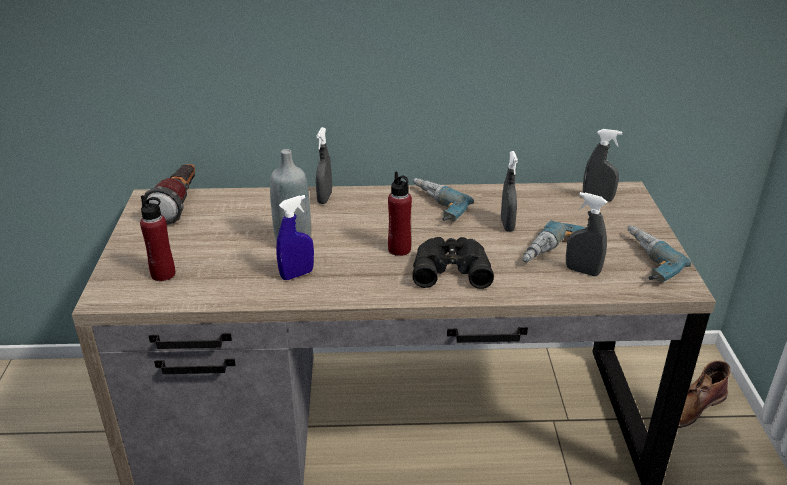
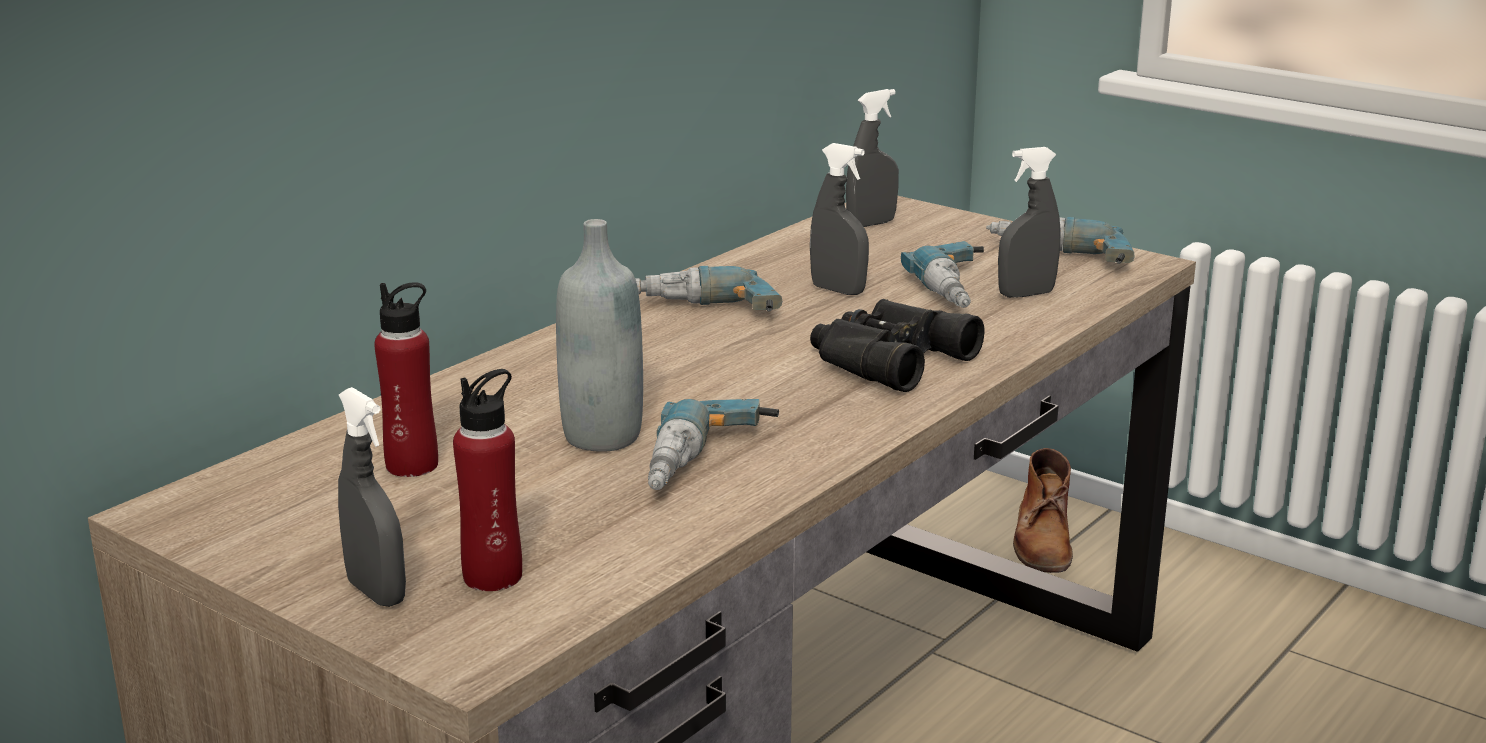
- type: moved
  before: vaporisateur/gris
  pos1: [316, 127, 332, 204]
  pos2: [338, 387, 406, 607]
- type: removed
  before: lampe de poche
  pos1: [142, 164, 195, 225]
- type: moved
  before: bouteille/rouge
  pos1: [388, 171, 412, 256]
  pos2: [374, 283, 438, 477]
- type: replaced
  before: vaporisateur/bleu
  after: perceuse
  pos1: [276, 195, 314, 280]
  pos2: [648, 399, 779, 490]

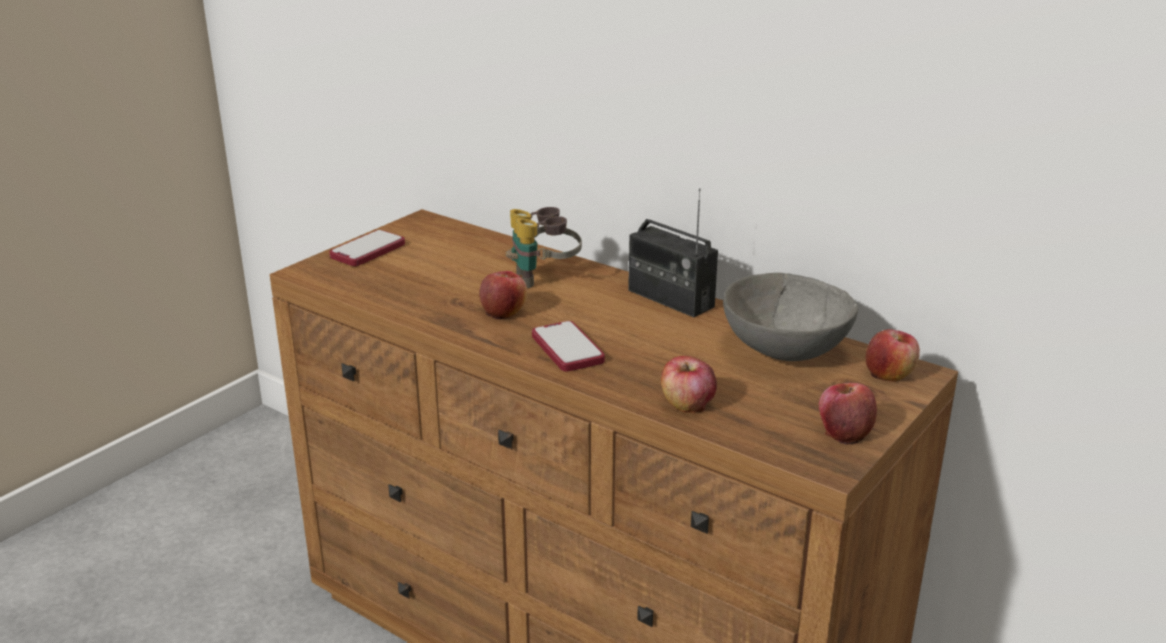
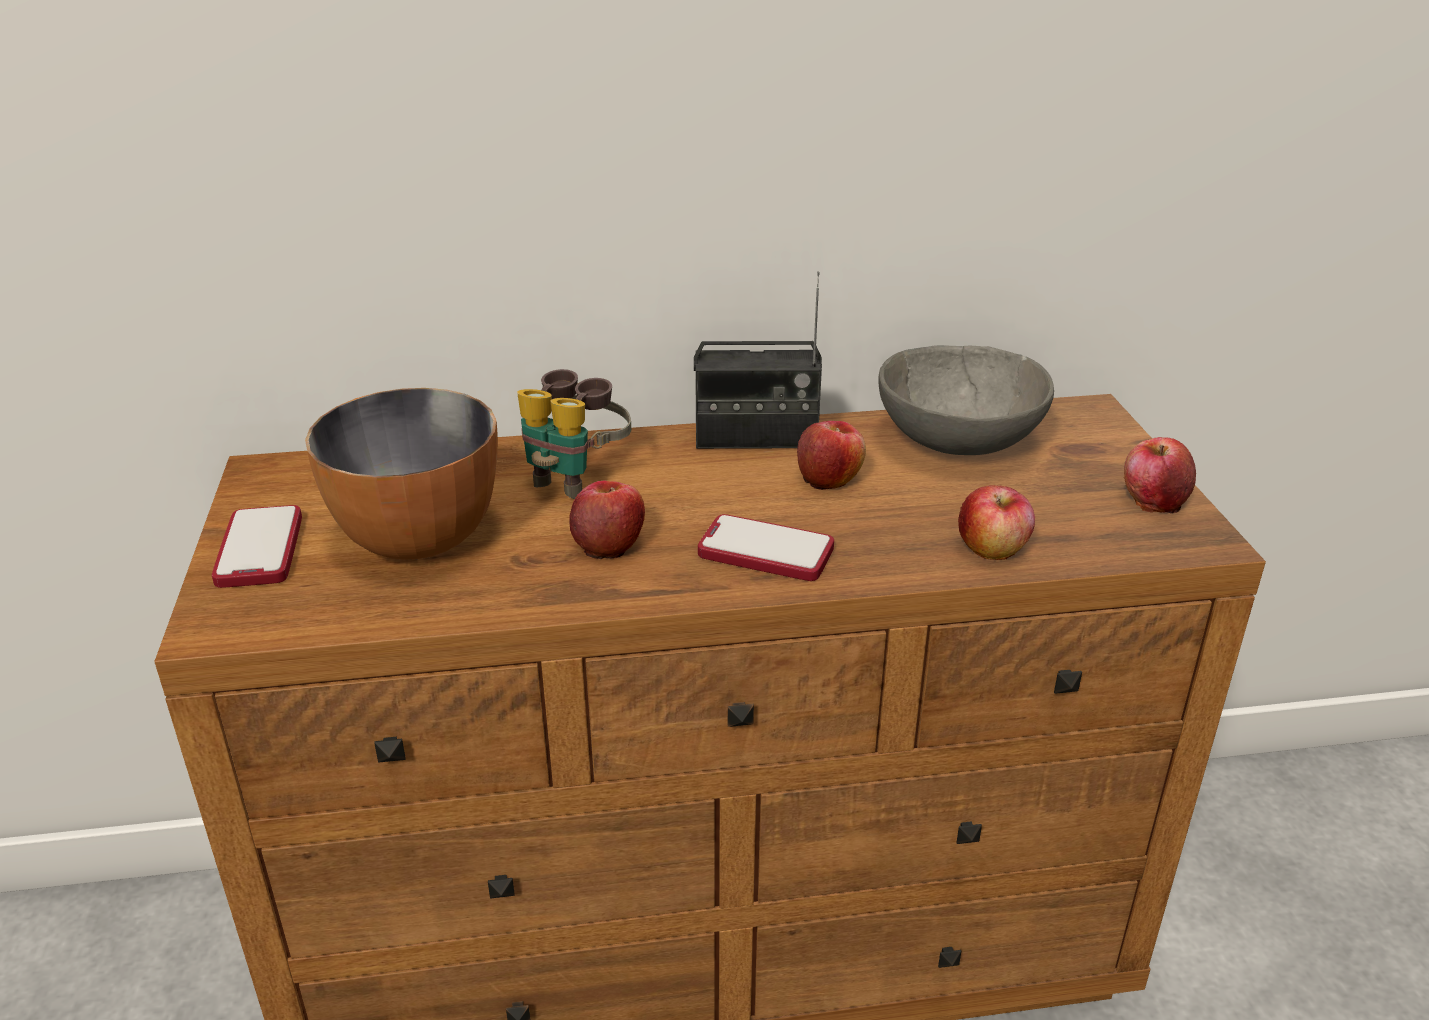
- type: moved
  before: pomme
  pos1: [866, 329, 920, 382]
  pos2: [797, 421, 866, 490]
- type: added
  after: bol
  pos2: [305, 388, 498, 560]

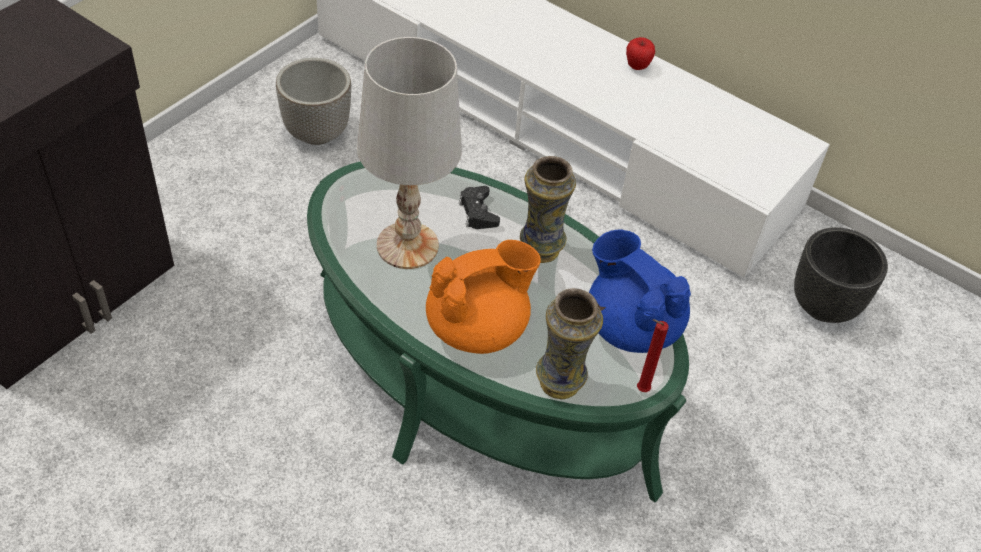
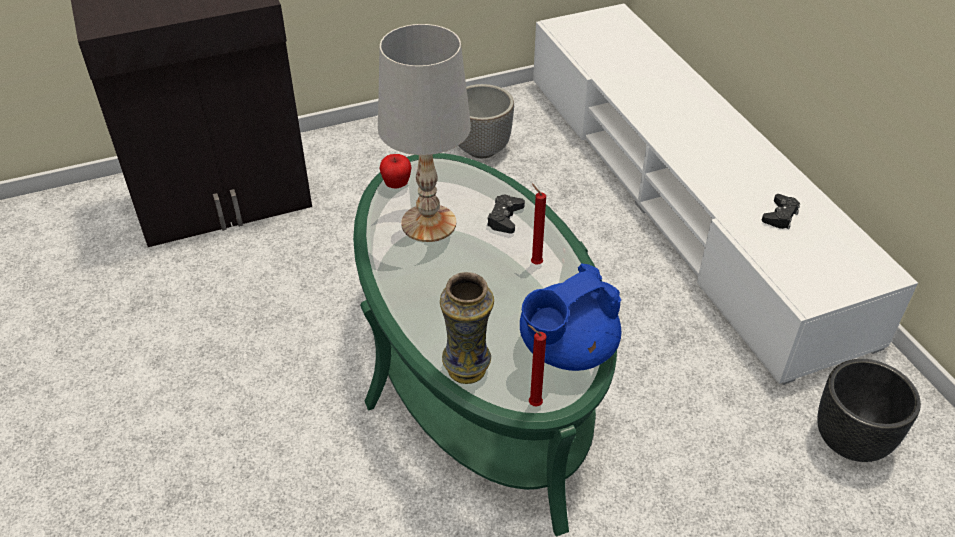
- type: moved
  before: pomme
  pos1: [626, 37, 655, 70]
  pos2: [380, 154, 412, 188]
- type: replaced
  before: vase
  after: bougie/rouge
  pos1: [520, 156, 576, 263]
  pos2: [531, 184, 546, 265]
- type: turned
  before: théière/bleu
  pos1: [589, 229, 691, 353]
  pos2: [520, 264, 621, 371]
  turn: -120
- type: removed
  before: théière/orange
  pos1: [426, 240, 541, 354]
- type: added
  after: manette/noir
  pos2: [762, 194, 800, 229]

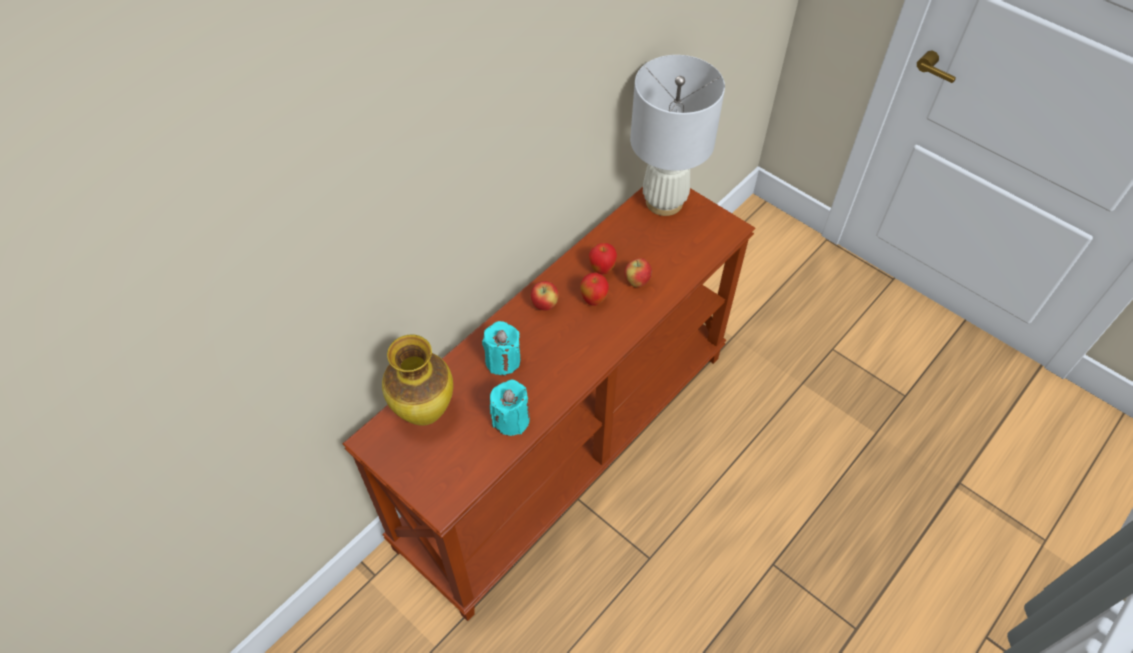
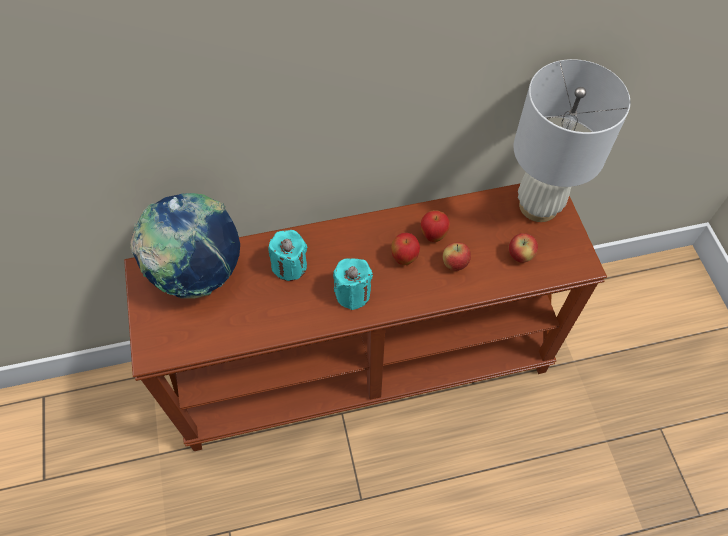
- type: moved
  before: pomme
  pos1: [530, 281, 559, 311]
  pos2: [509, 233, 538, 263]
- type: replaced
  before: vase
  after: globe
  pos1: [382, 334, 453, 426]
  pos2: [130, 193, 240, 299]
- type: moved
  before: bougie/turquoise
  pos1: [490, 380, 530, 436]
  pos2: [333, 258, 373, 310]

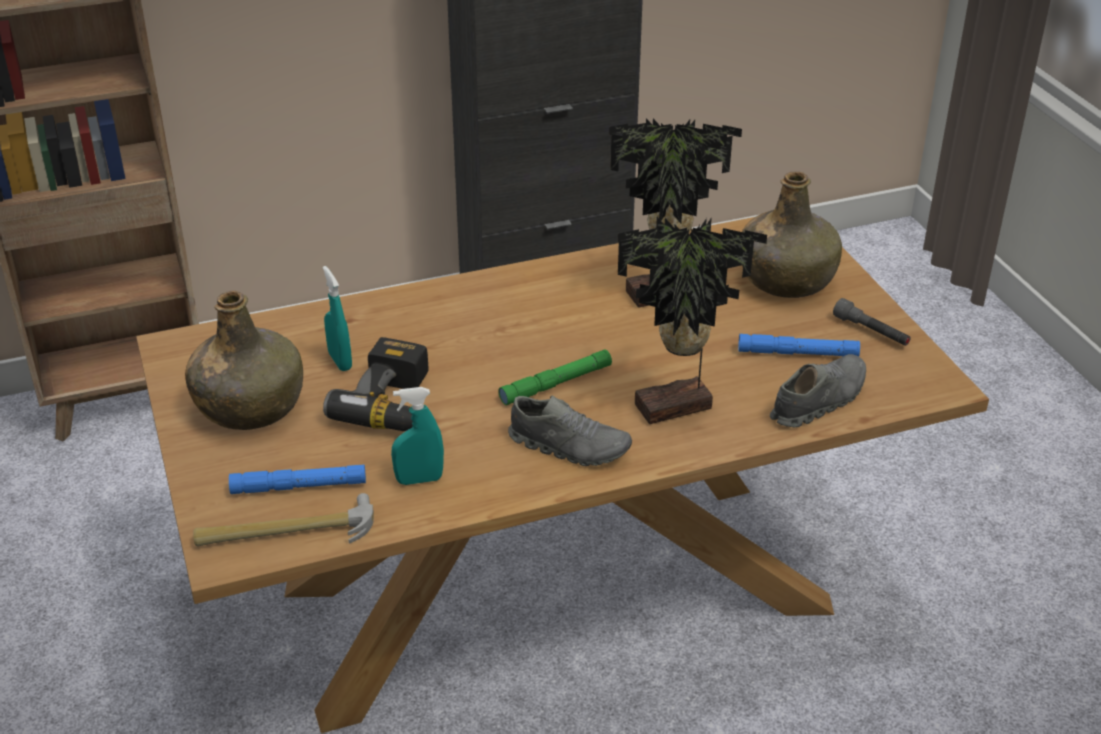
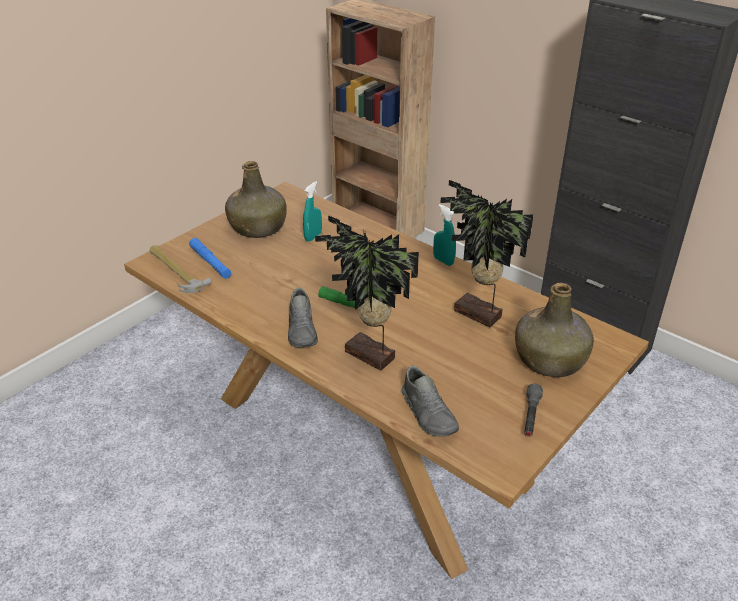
- type: removed
  before: lampe de poche/bleu
  pos1: [738, 334, 860, 356]
- type: removed
  before: perceuse
  pos1: [323, 337, 428, 431]
- type: turned
  before: chaussure/gris
  pos1: [770, 354, 866, 427]
  pos2: [402, 366, 459, 437]
  turn: 45
- type: moved
  before: vaporisateur/turquoise
  pos1: [391, 387, 444, 485]
  pos2: [433, 204, 456, 266]

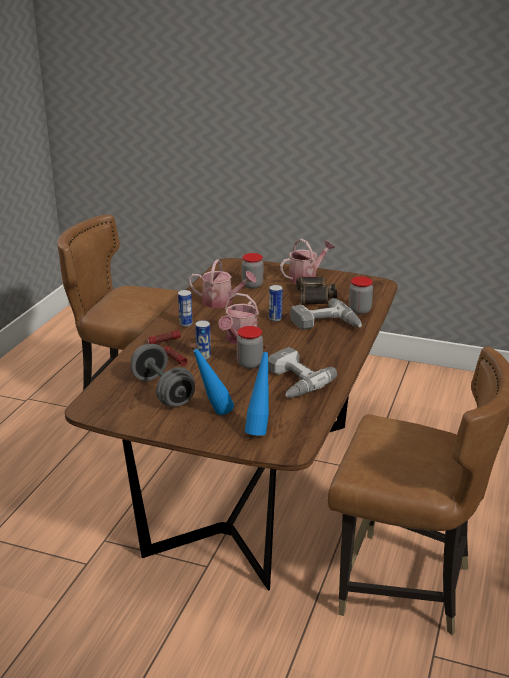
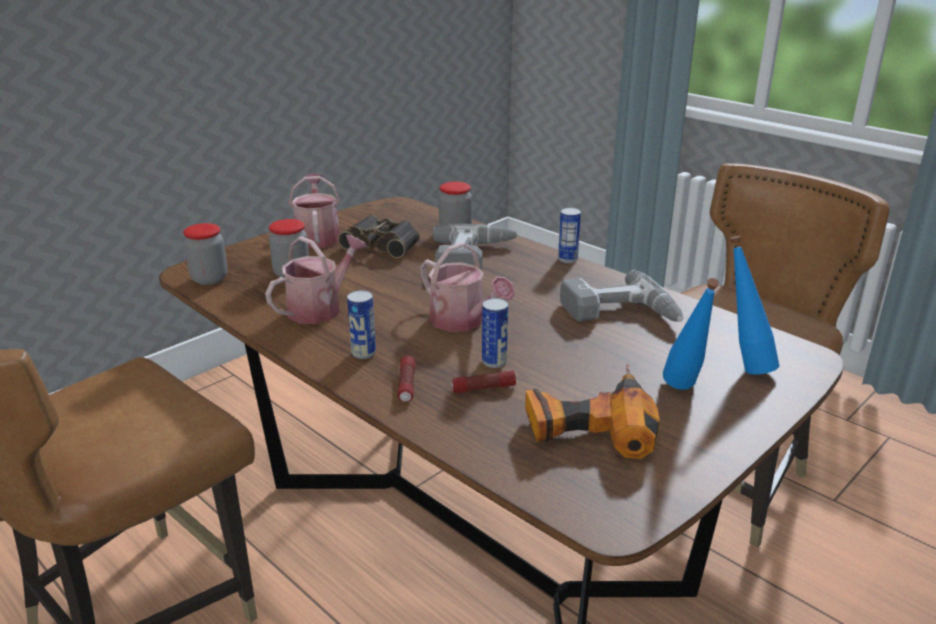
- type: moved
  before: boîte métallique
  pos1: [269, 285, 282, 321]
  pos2: [558, 208, 581, 263]
- type: moved
  before: bocal
  pos1: [237, 326, 263, 369]
  pos2: [183, 223, 228, 285]
- type: replaced
  before: haltère/gris
  after: perceuse
  pos1: [130, 344, 195, 406]
  pos2: [525, 364, 660, 459]

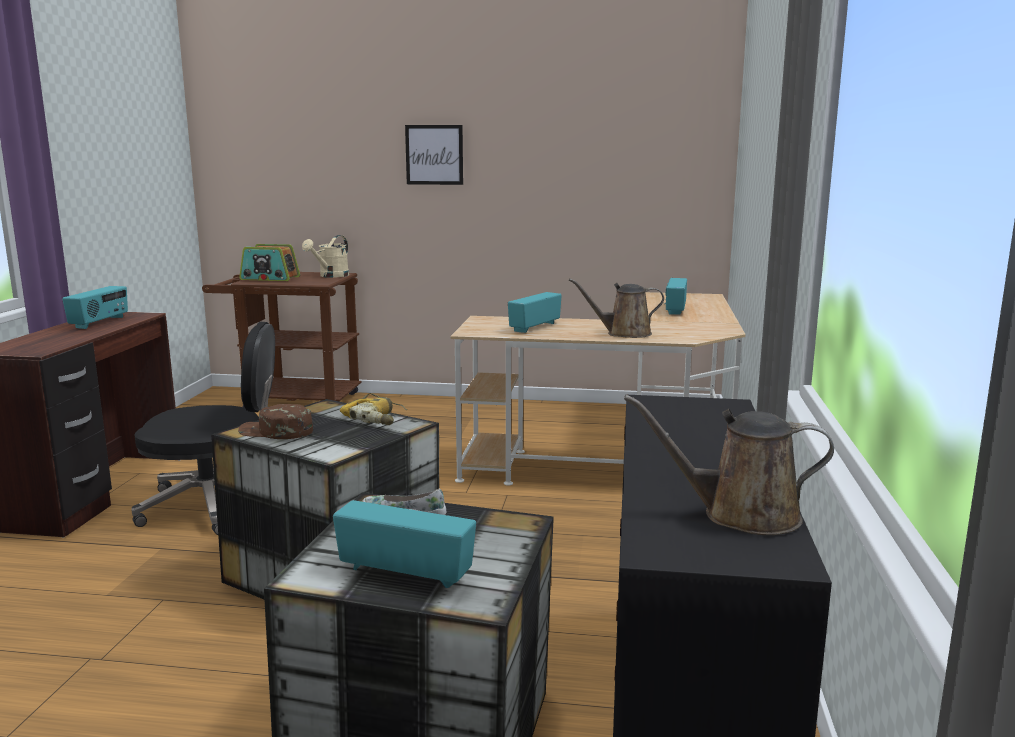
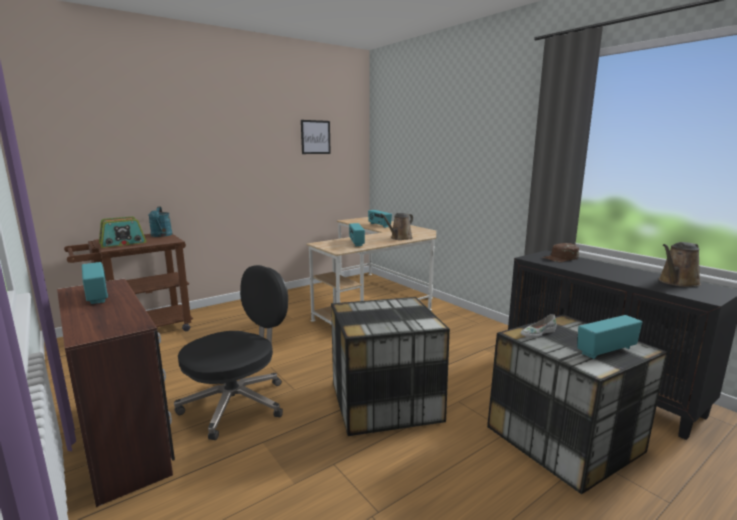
- type: moved
  before: tableau
  pos1: [405, 125, 463, 185]
  pos2: [301, 120, 331, 154]
- type: recoloured
  before: arrosoir/beige
  after: arrosoir/turquoise
  pos1: [302, 235, 349, 278]
  pos2: [148, 206, 172, 237]
- type: removed
  before: perceuse
  pos1: [340, 393, 407, 425]
- type: moved
  before: casquette/marron
  pos1: [238, 404, 313, 439]
  pos2: [542, 243, 579, 262]

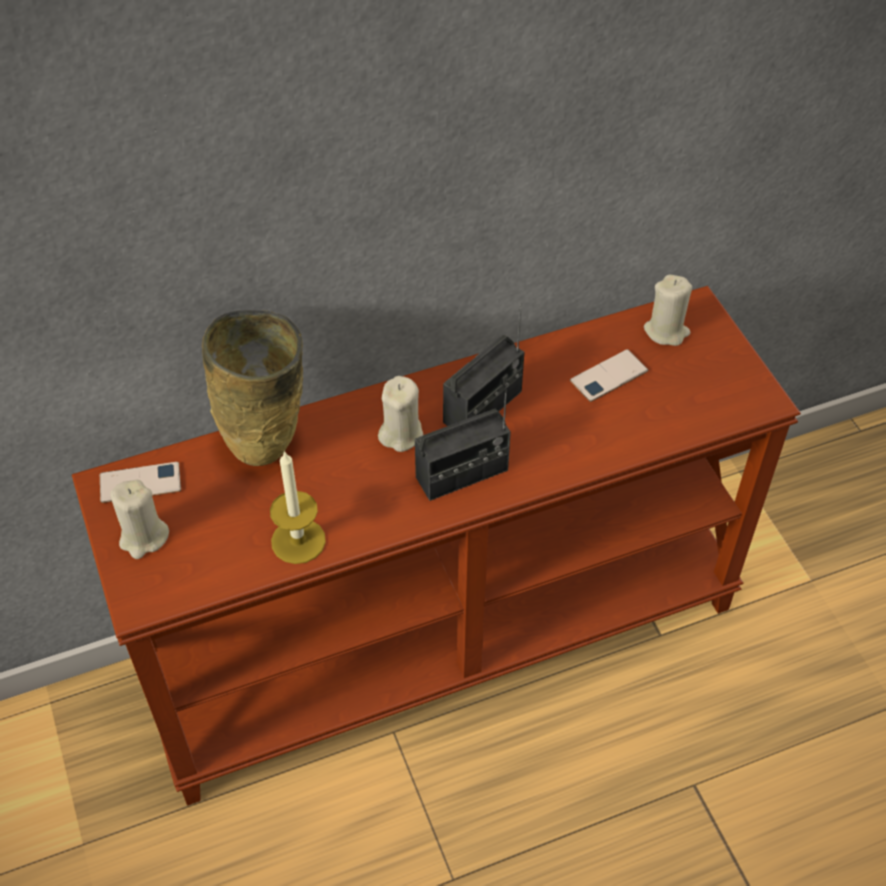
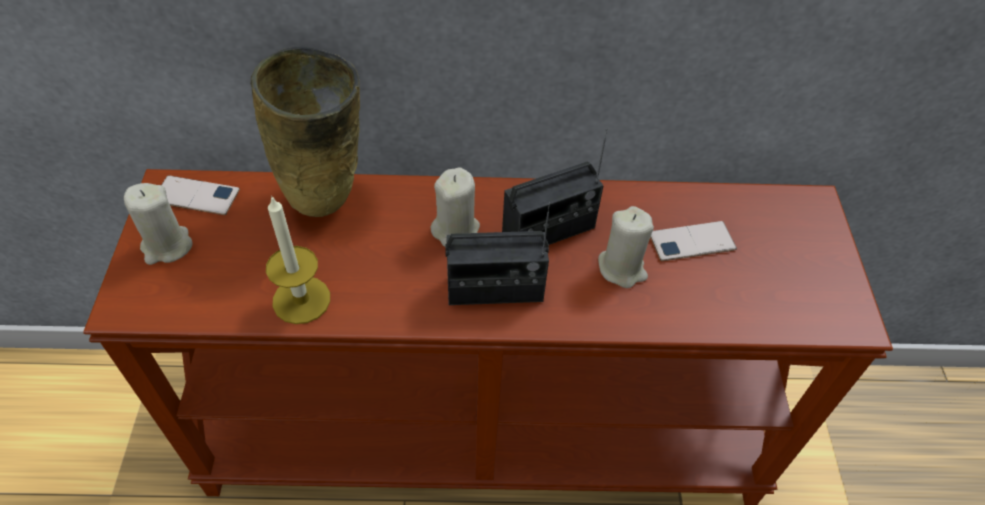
- type: moved
  before: bougie/beige
  pos1: [644, 275, 692, 346]
  pos2: [598, 206, 654, 288]

